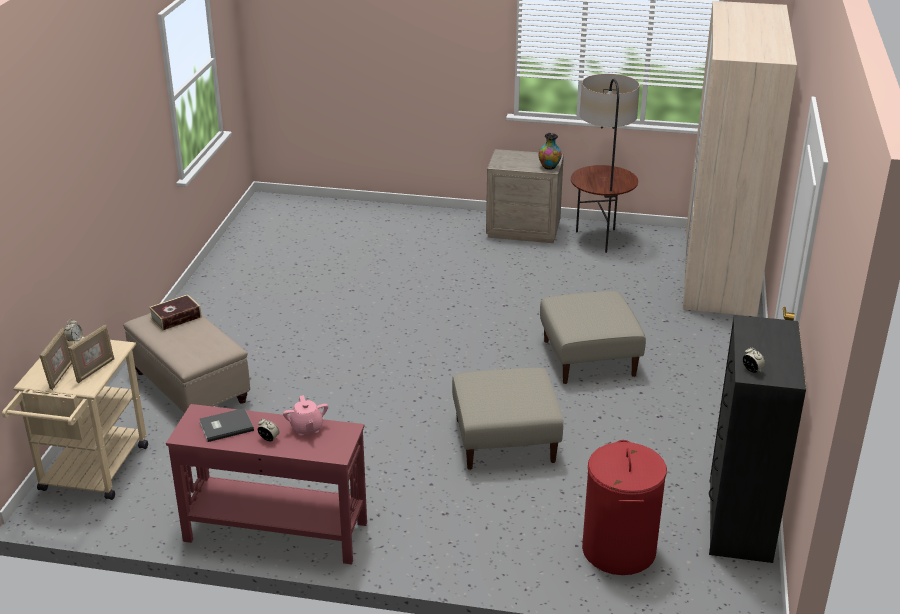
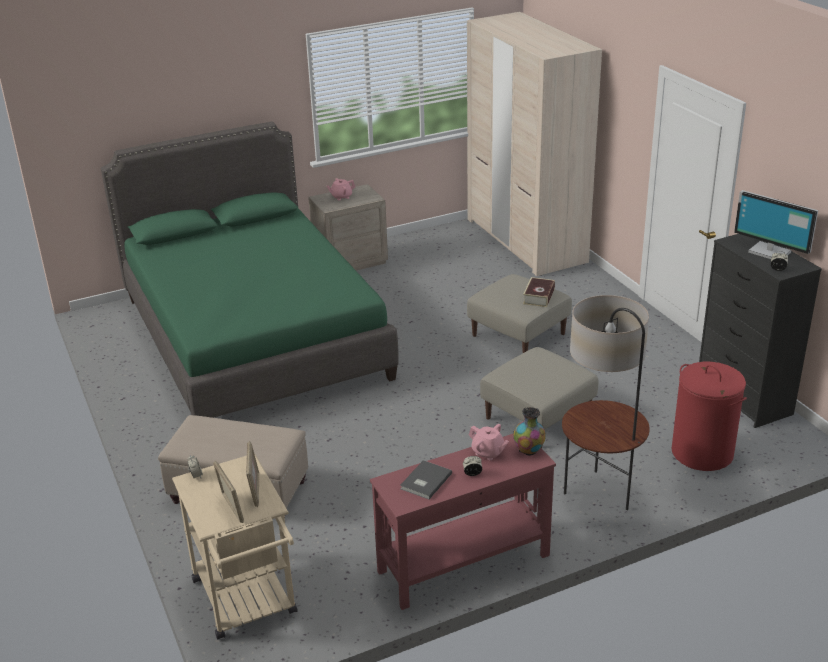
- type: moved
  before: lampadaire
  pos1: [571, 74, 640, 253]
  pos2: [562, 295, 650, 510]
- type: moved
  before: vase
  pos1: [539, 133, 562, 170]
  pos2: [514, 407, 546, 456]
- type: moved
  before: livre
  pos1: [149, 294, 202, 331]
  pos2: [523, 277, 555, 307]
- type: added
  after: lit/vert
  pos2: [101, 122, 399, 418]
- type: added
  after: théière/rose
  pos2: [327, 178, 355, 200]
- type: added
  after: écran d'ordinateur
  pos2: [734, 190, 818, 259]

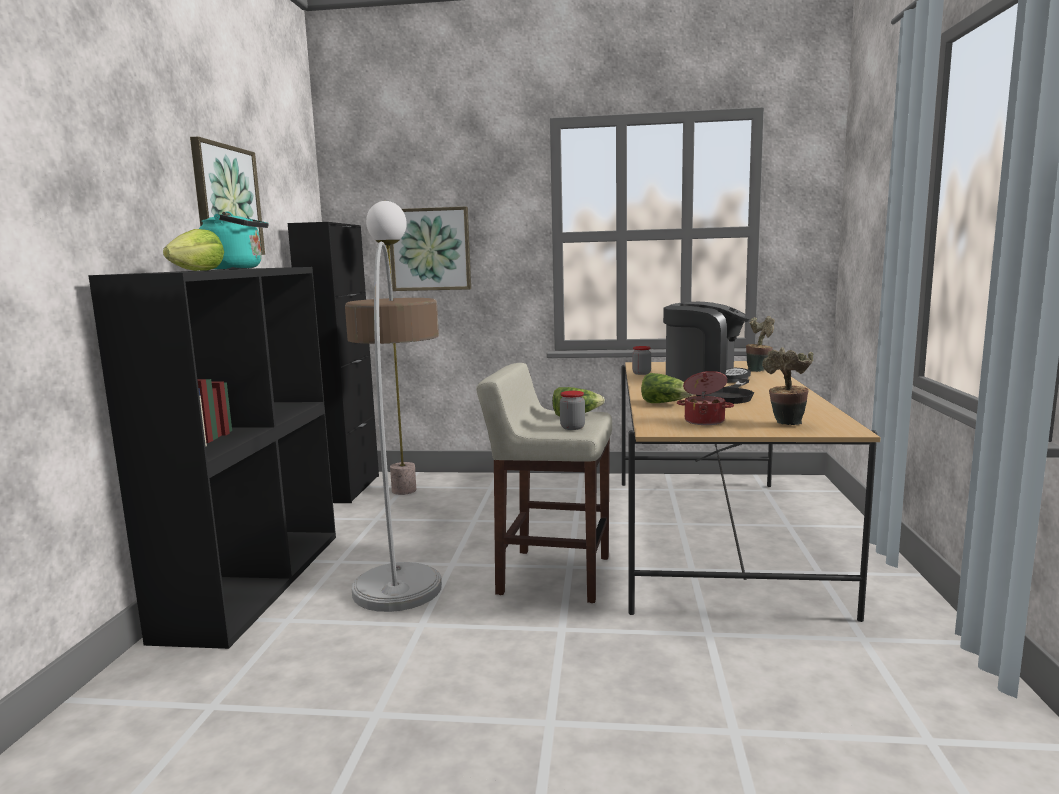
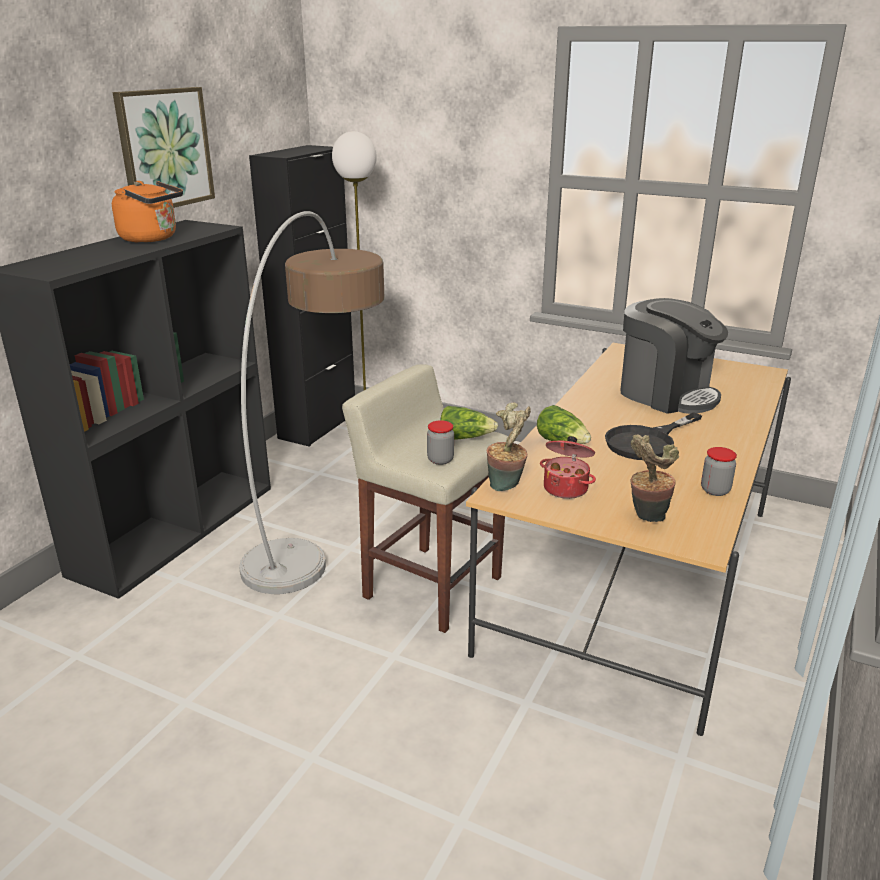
- type: removed
  before: tableau
  pos1: [390, 207, 471, 291]
- type: recoloured
  before: bouilloire/turquoise
  after: bouilloire/orange
  pos1: [199, 211, 269, 269]
  pos2: [112, 181, 183, 243]
- type: removed
  before: laitue
  pos1: [163, 229, 224, 271]
- type: moved
  before: plante en pot
  pos1: [746, 316, 775, 372]
  pos2: [487, 402, 531, 491]
- type: moved
  before: bocal
  pos1: [632, 346, 651, 375]
  pos2: [701, 447, 737, 496]

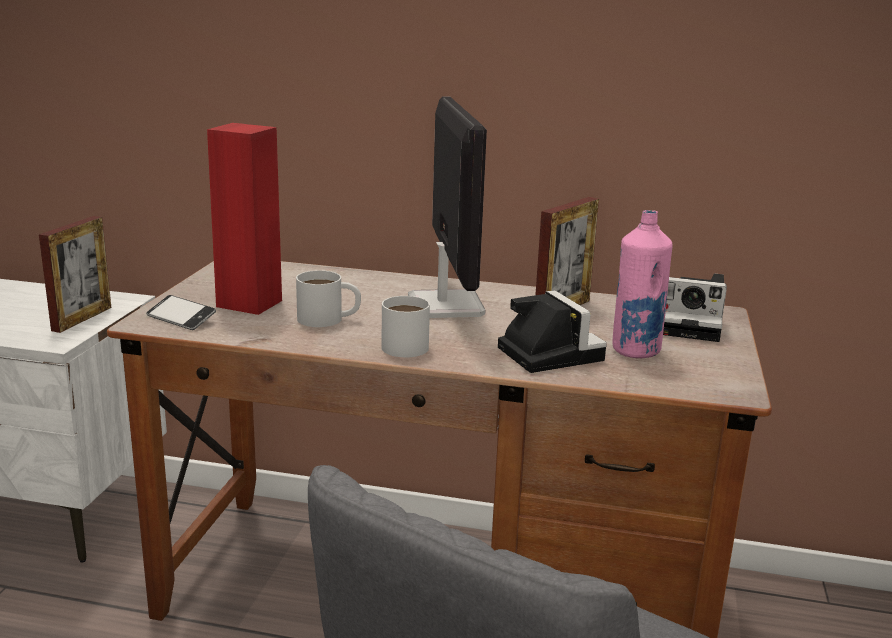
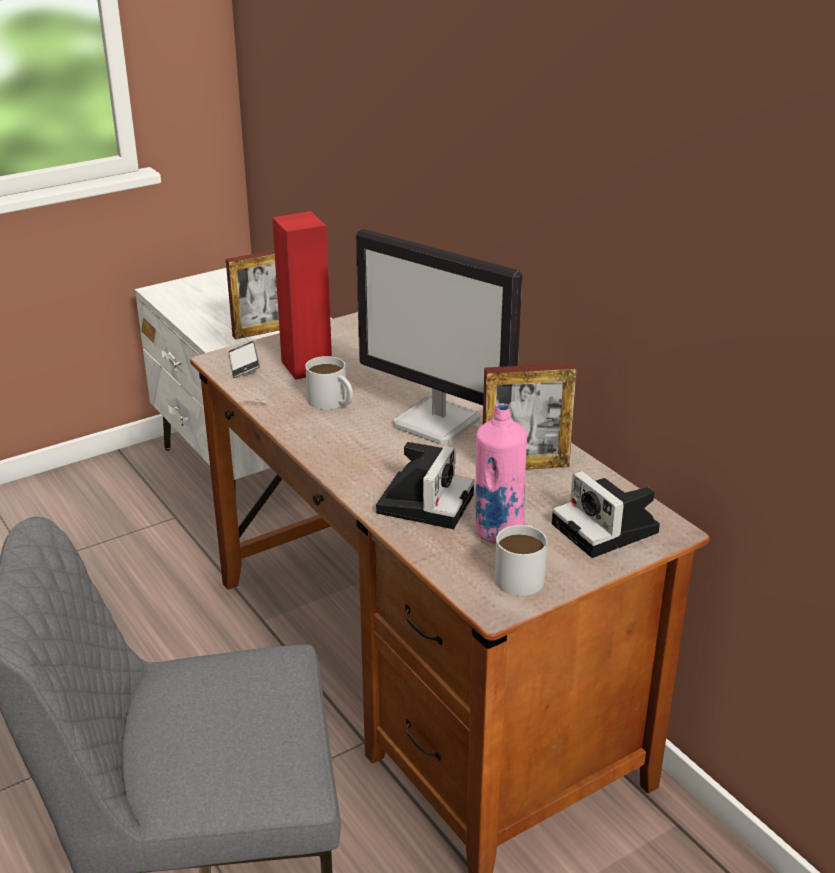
- type: turned
  before: écran d'ordinateur
  pos1: [408, 96, 487, 318]
  pos2: [356, 229, 522, 444]
  turn: 90
- type: moved
  before: mug/blanc
  pos1: [381, 296, 430, 357]
  pos2: [495, 525, 547, 596]

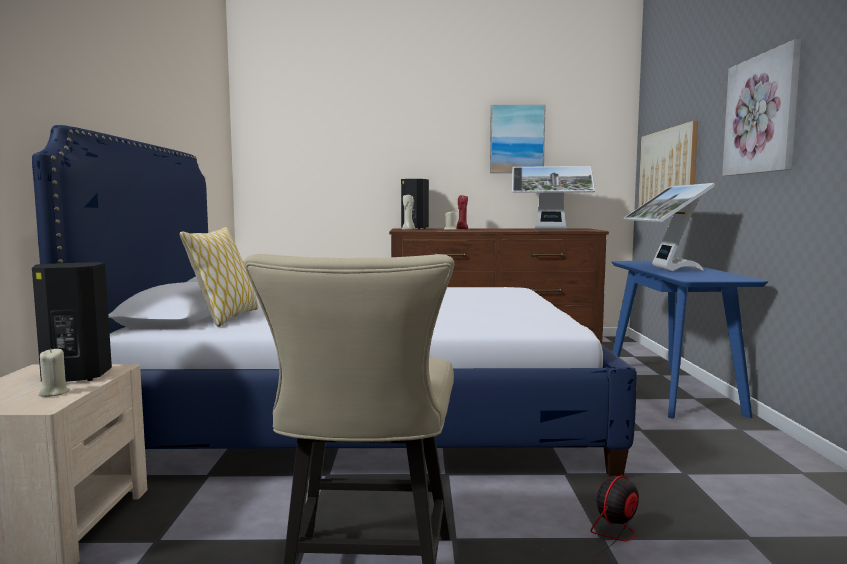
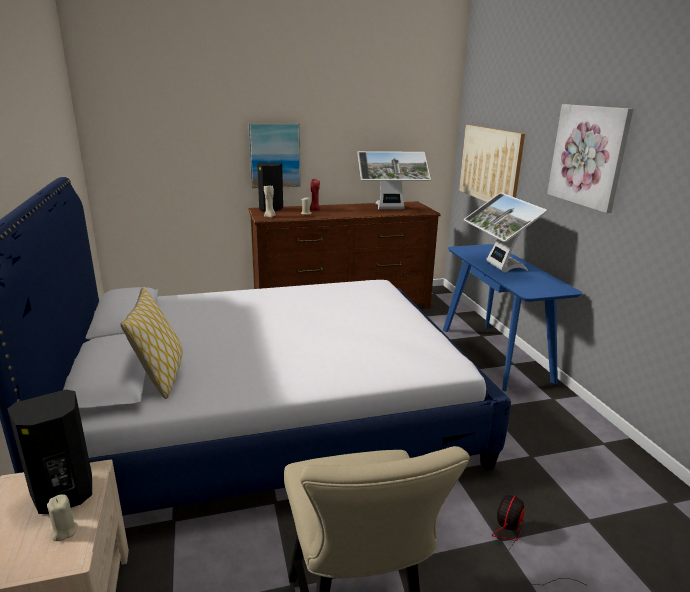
- type: moved
  before: tableau
  pos1: [490, 104, 546, 173]
  pos2: [248, 123, 301, 188]

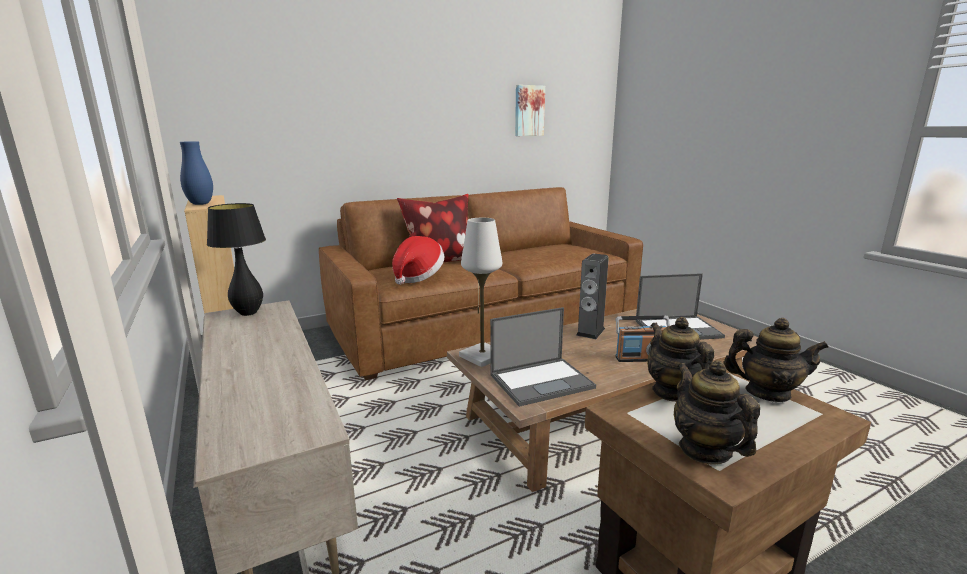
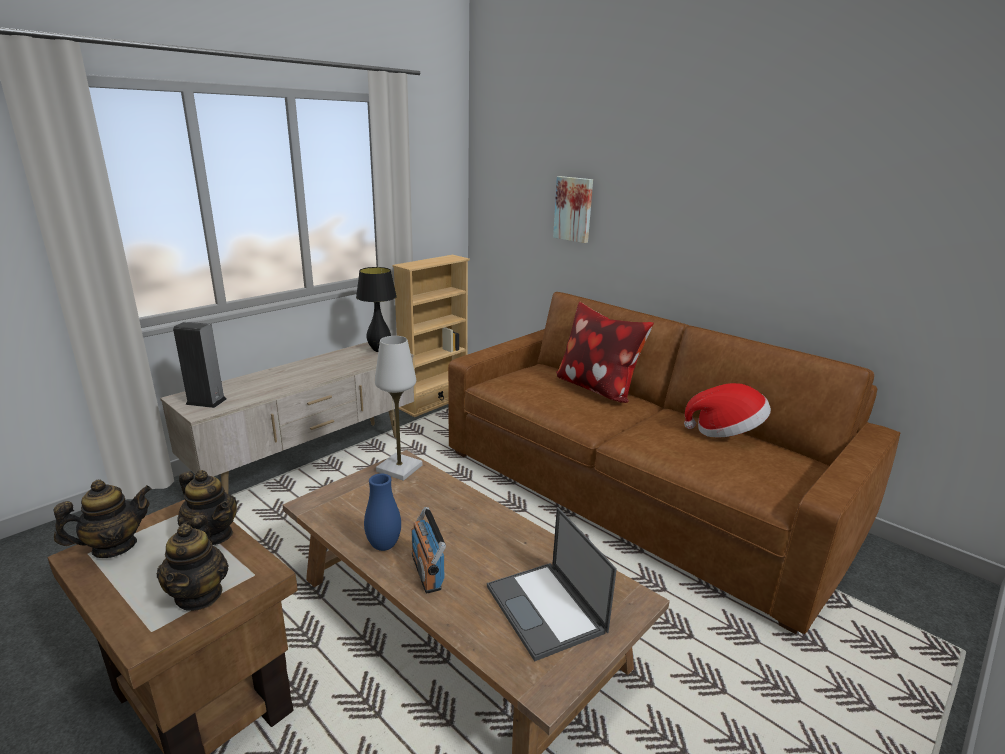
- type: moved
  before: tableau
  pos1: [515, 85, 545, 136]
  pos2: [553, 176, 593, 243]
- type: moved
  before: vase/bleu
  pos1: [180, 141, 213, 205]
  pos2: [364, 473, 401, 551]
- type: moved
  before: chapeau
  pos1: [392, 236, 444, 285]
  pos2: [684, 383, 771, 437]
- type: moved
  before: enceinte
  pos1: [576, 253, 609, 339]
  pos2: [173, 322, 227, 408]
- type: removed
  before: ordinateur portable
  pos1: [490, 307, 596, 407]
- type: turned
  before: théière
  pos1: [647, 317, 714, 402]
  pos2: [177, 470, 237, 545]
  turn: 75

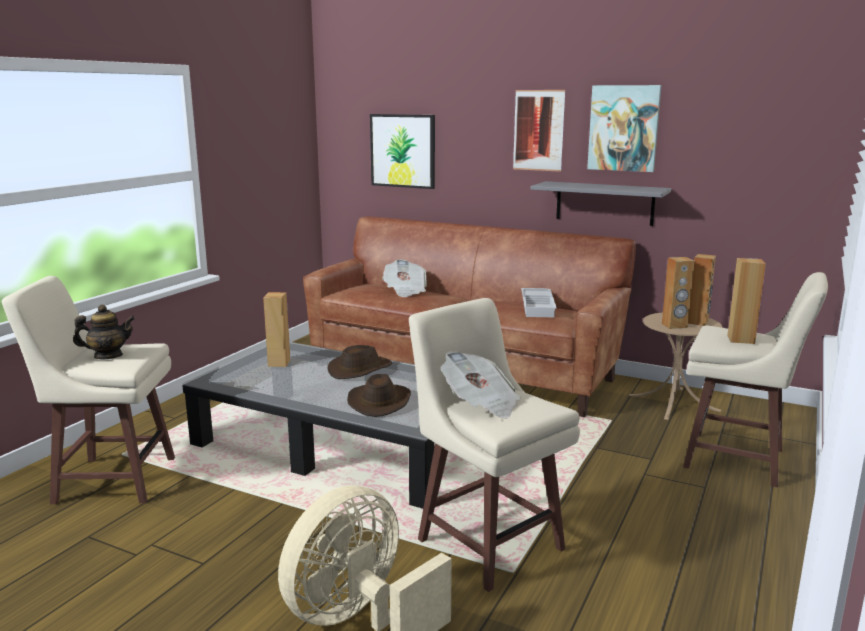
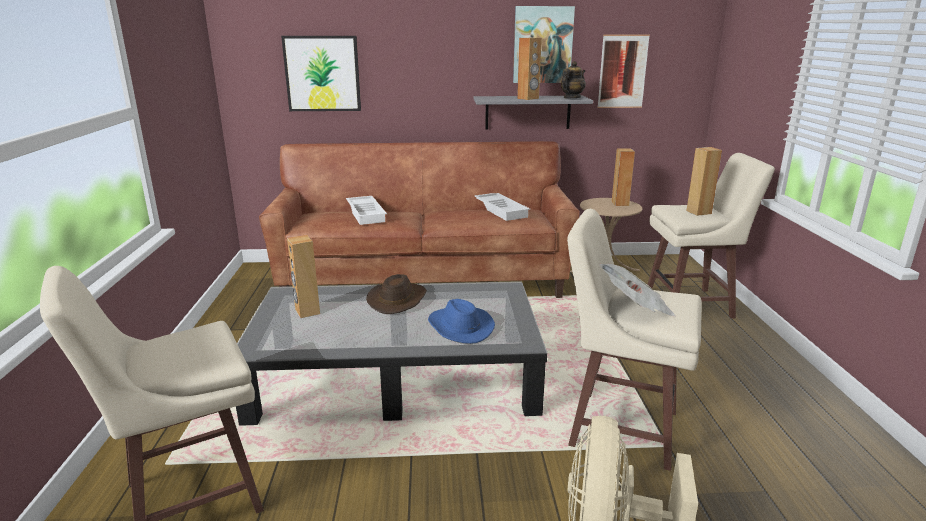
- type: moved
  before: tableau
  pos1: [513, 90, 565, 172]
  pos2: [597, 34, 650, 108]
- type: moved
  before: enceinte/marron
  pos1: [662, 257, 695, 329]
  pos2: [517, 38, 542, 100]
- type: replaced
  before: journal
  after: plateau/blanc
  pos1: [382, 259, 427, 297]
  pos2: [346, 196, 387, 225]
- type: moved
  before: théière
  pos1: [73, 304, 135, 359]
  pos2: [561, 61, 586, 98]
- type: recoloured
  before: chapeau/marron
  after: chapeau/bleu
  pos1: [347, 374, 411, 417]
  pos2: [428, 299, 495, 344]

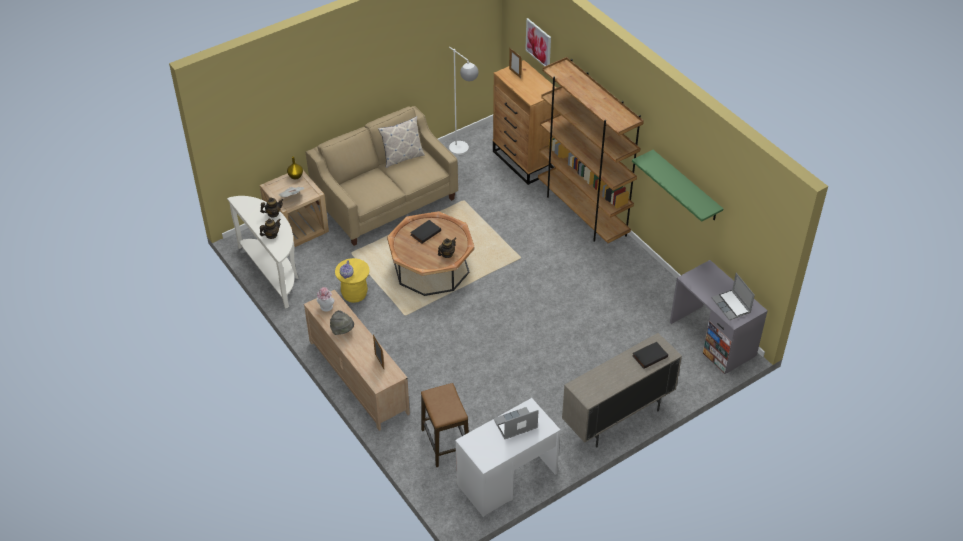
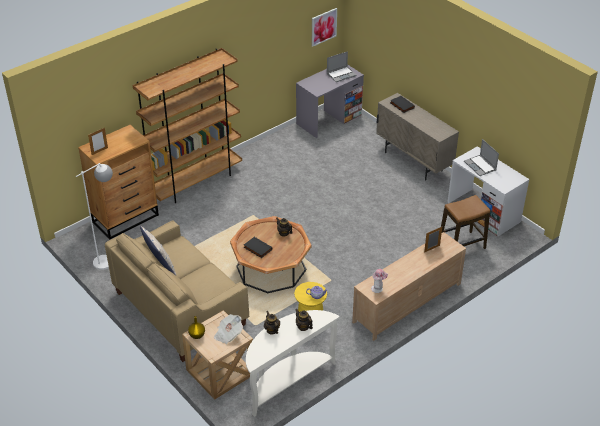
- type: moved
  before: tableau
  pos1: [525, 18, 551, 66]
  pos2: [312, 8, 337, 47]
- type: removed
  before: étagère/vert
  pos1: [632, 150, 723, 222]
- type: removed
  before: chapeau/gris
  pos1: [330, 310, 354, 335]

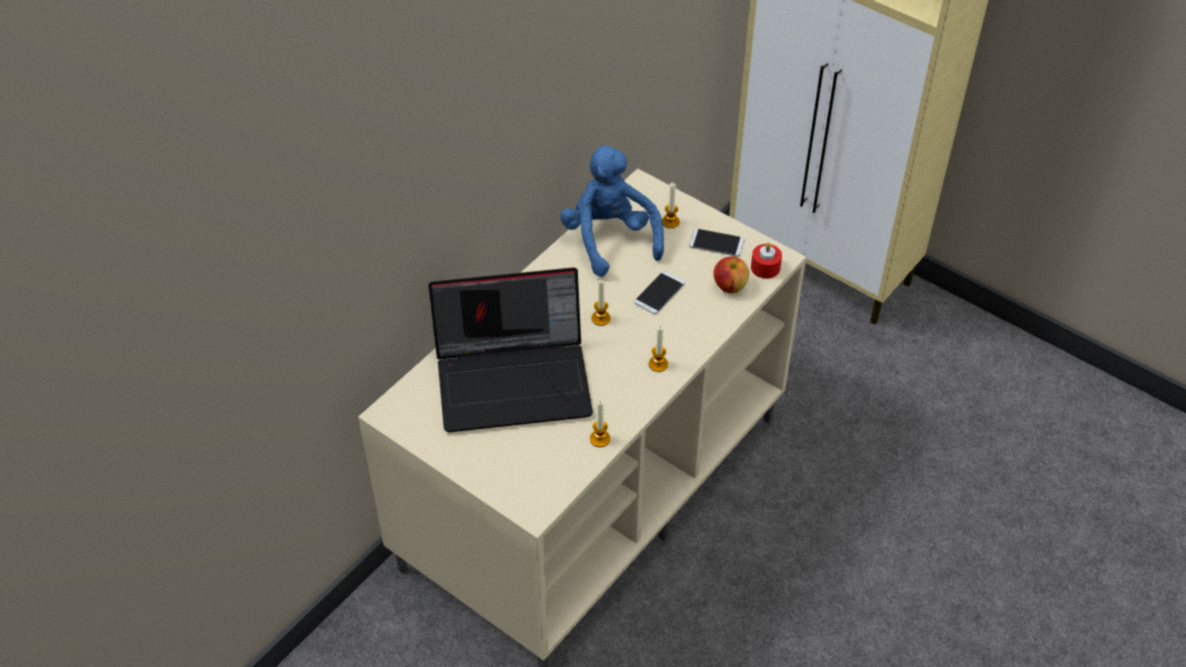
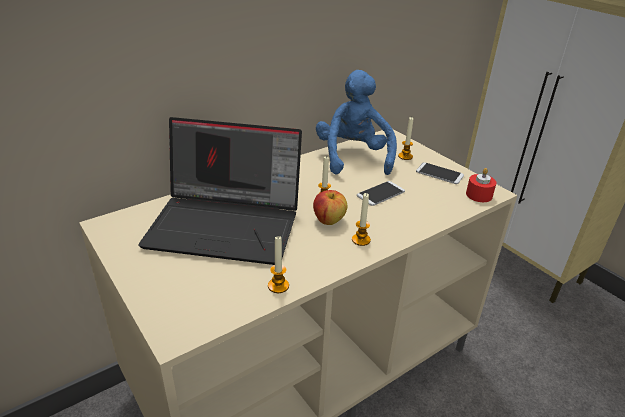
- type: moved
  before: pomme
  pos1: [714, 256, 749, 294]
  pos2: [313, 190, 348, 225]

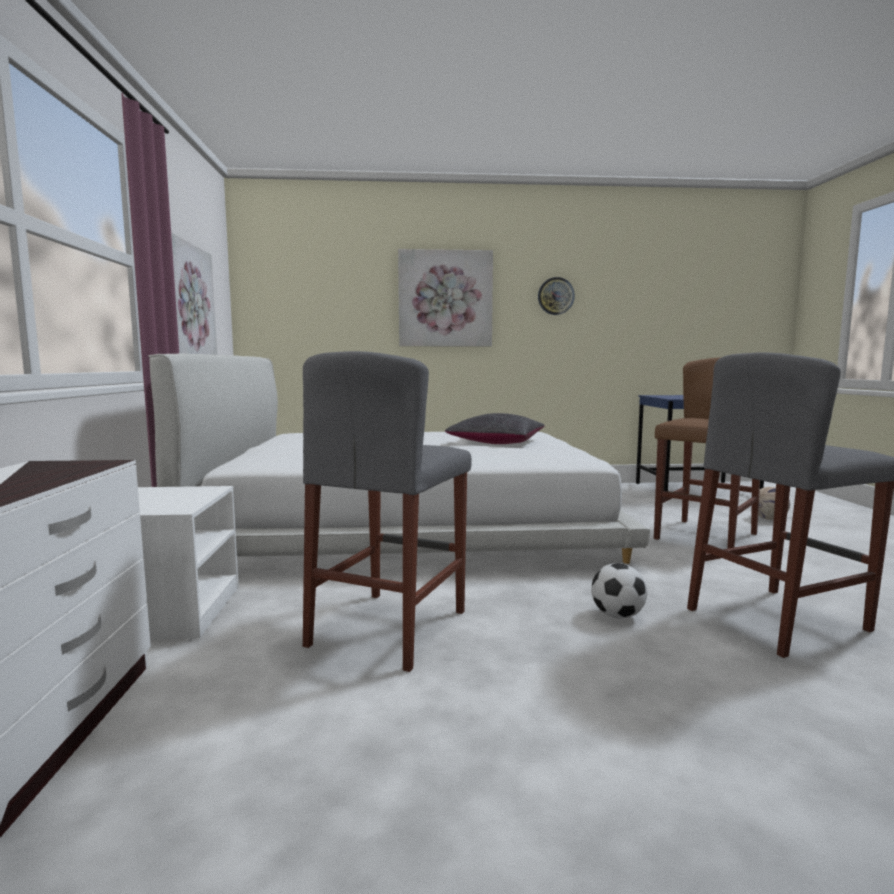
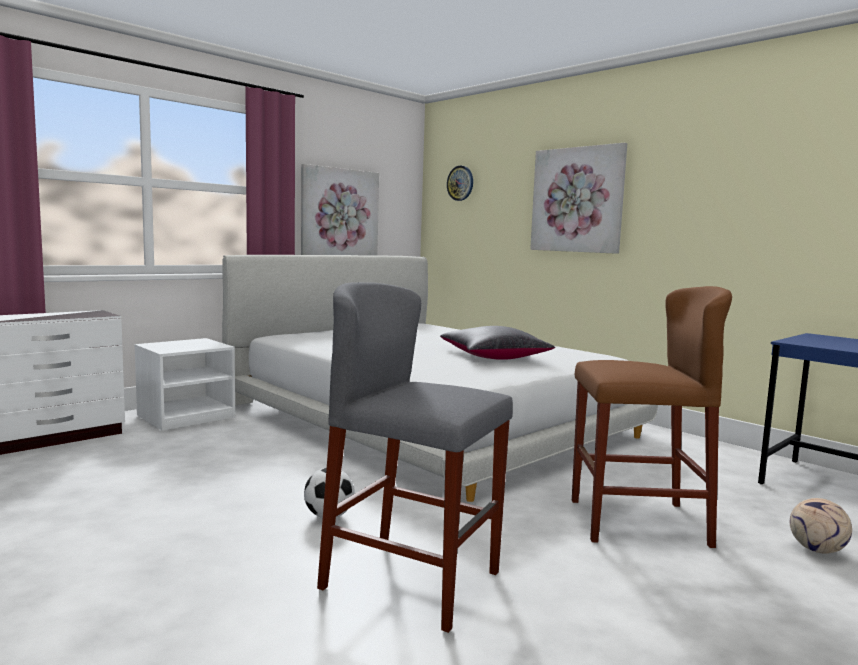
- type: moved
  before: horloge murale
  pos1: [538, 277, 575, 315]
  pos2: [447, 166, 473, 201]
- type: removed
  before: tabouret/gris
  pos1: [303, 351, 472, 672]

